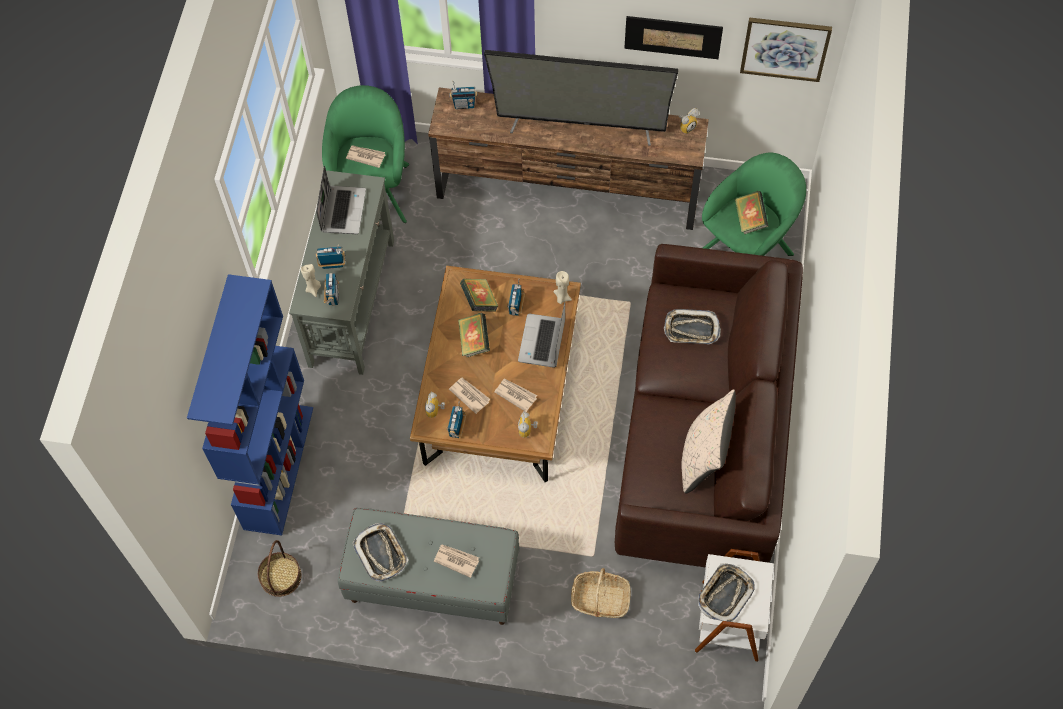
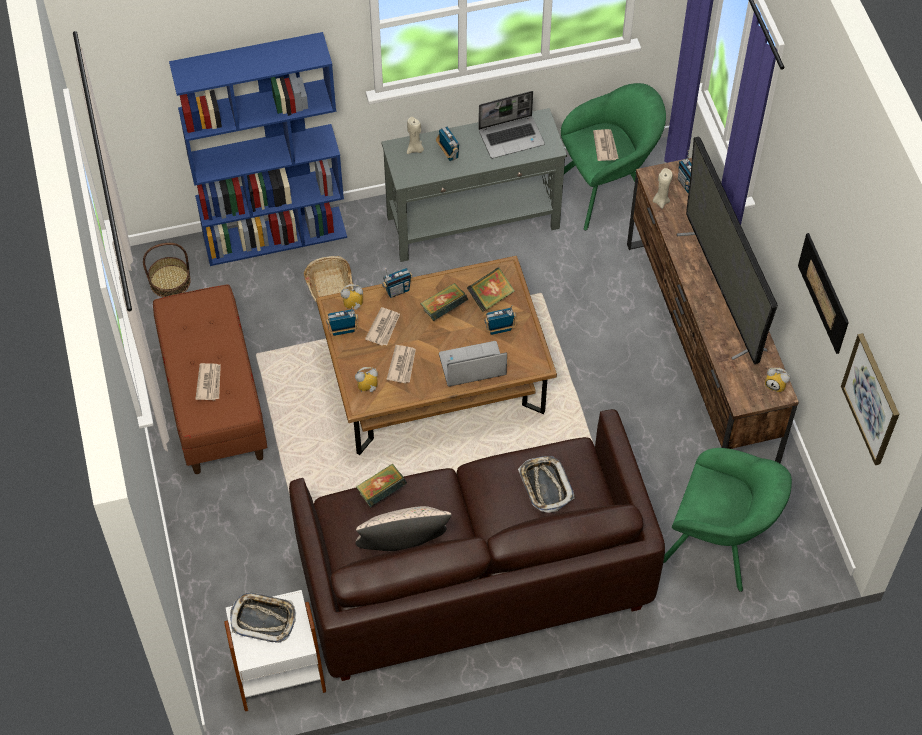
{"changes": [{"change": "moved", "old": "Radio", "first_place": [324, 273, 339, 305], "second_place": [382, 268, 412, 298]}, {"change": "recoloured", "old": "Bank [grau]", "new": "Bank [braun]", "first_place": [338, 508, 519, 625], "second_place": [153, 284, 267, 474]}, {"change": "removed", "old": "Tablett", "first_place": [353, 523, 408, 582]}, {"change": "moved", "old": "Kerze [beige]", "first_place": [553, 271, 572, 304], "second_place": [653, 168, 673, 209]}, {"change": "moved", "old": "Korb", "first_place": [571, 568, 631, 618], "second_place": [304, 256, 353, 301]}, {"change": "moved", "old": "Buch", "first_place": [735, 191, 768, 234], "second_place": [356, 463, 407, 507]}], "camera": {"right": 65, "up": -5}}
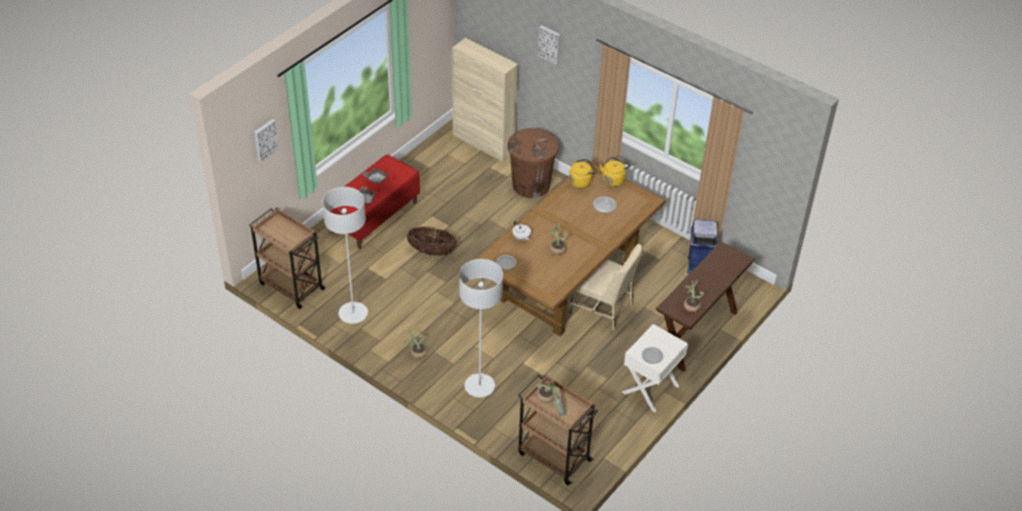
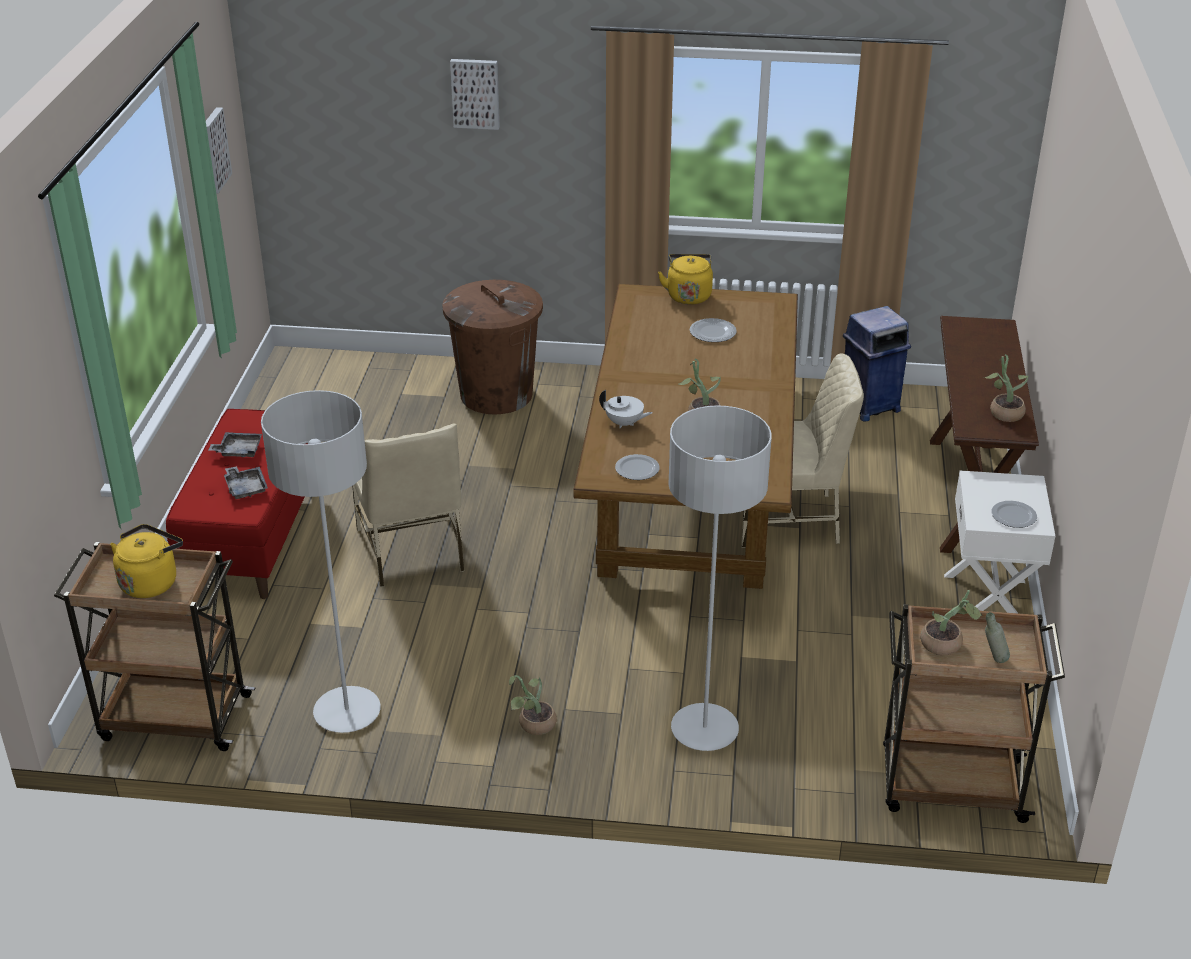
{"changes": [{"change": "moved", "old": "Bild", "first_place": [254, 119, 279, 162], "second_place": [206, 107, 232, 194]}, {"change": "replaced", "old": "Korb", "new": "Stuhl [beige]", "first_place": [407, 227, 457, 256], "second_place": [352, 424, 464, 587]}, {"change": "removed", "old": "Schrank [beige]", "first_place": [452, 38, 518, 162]}, {"change": "moved", "old": "Wasserkessel [gelb]", "first_place": [569, 159, 598, 188], "second_place": [110, 524, 183, 598]}], "camera": {"right": -30, "up": -10}}
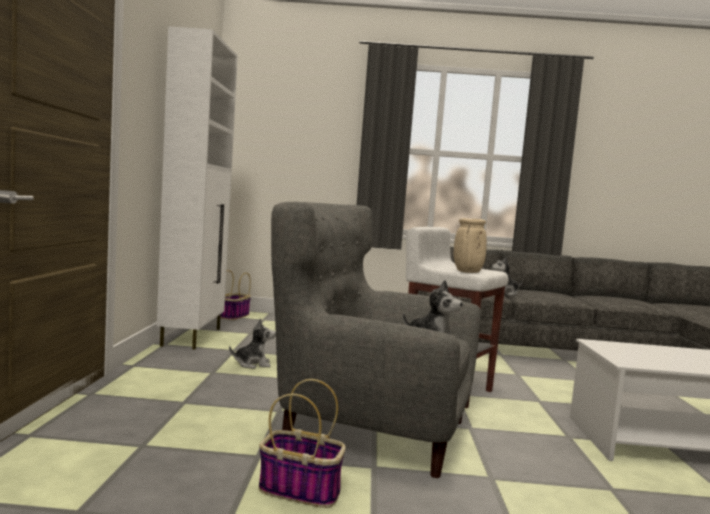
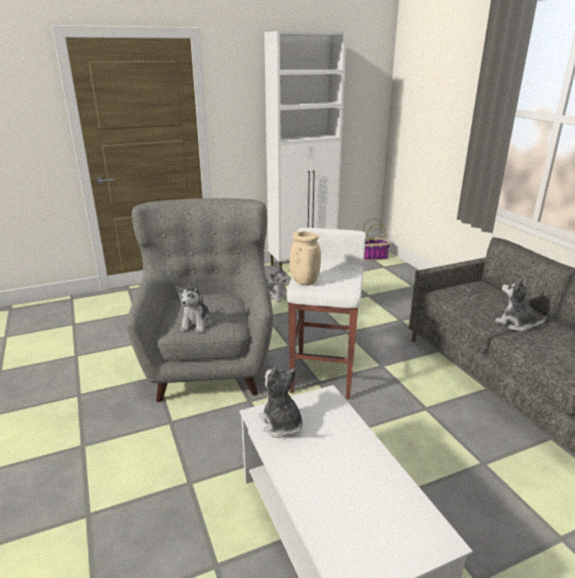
{"changes": [{"change": "removed", "old": "Korb", "first_place": [259, 379, 346, 508]}, {"change": "added", "new": "Plüschtier", "second_place": [258, 367, 303, 438]}], "camera": {"right": 65, "up": 20}}
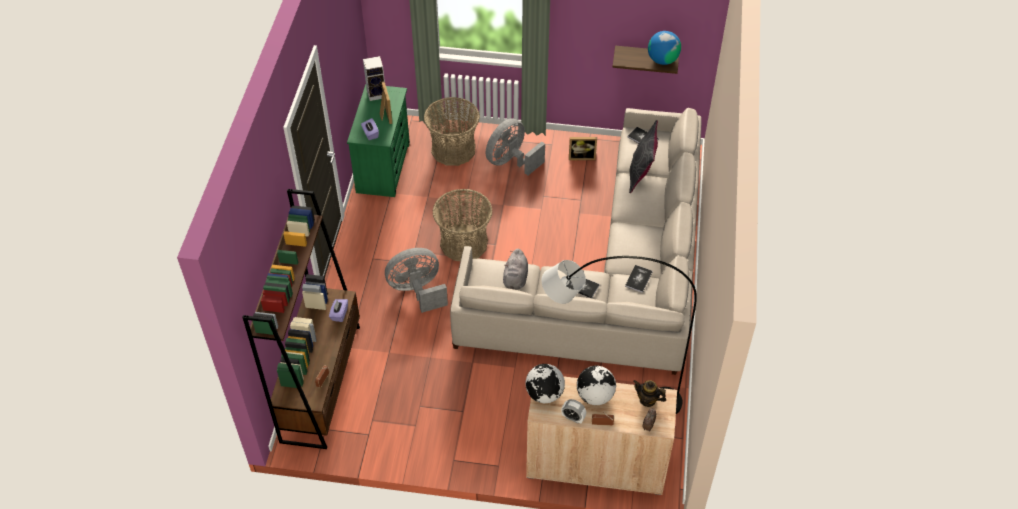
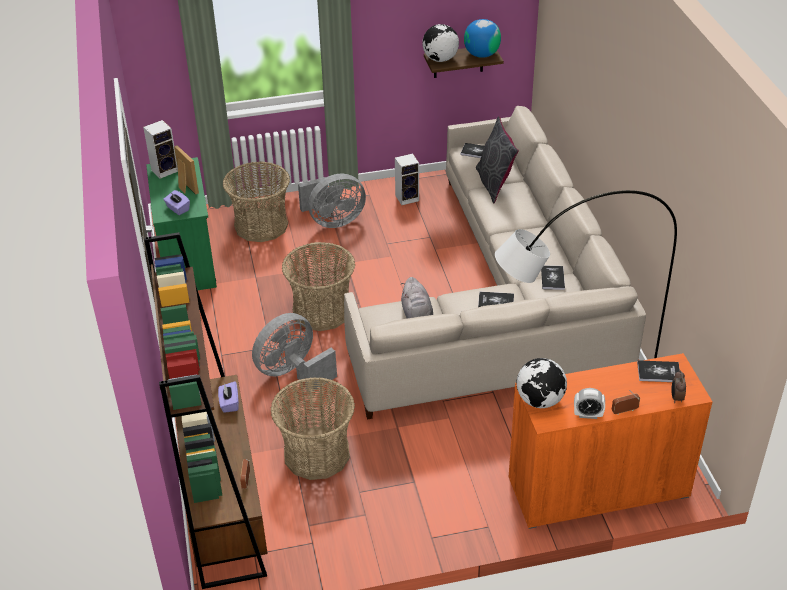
{"changes": [{"change": "turned", "old": "Ventilator [grau]", "first_place": [486, 118, 545, 175], "second_place": [298, 174, 366, 228], "degrees": -135}, {"change": "recoloured", "old": "Schrank [beige]", "new": "Schrank [orange]", "first_place": [526, 376, 677, 495], "second_place": [509, 353, 713, 529]}, {"change": "replaced", "old": "Bilderrahmen", "new": "Lautsprecher", "first_place": [569, 137, 597, 160], "second_place": [395, 154, 419, 205]}, {"change": "moved", "old": "Globus", "first_place": [577, 366, 616, 405], "second_place": [422, 24, 459, 62]}, {"change": "replaced", "old": "Teekanne", "new": "Buch", "first_place": [633, 380, 666, 407], "second_place": [637, 360, 680, 382]}, {"change": "added", "new": "Korb", "second_place": [271, 377, 355, 480]}], "camera": {"right": -20, "up": -10}}
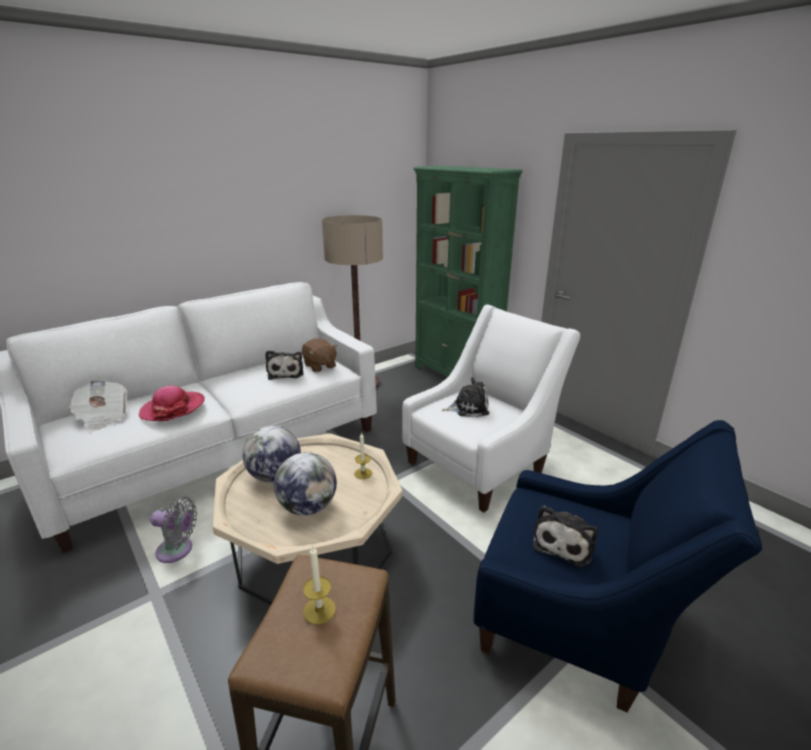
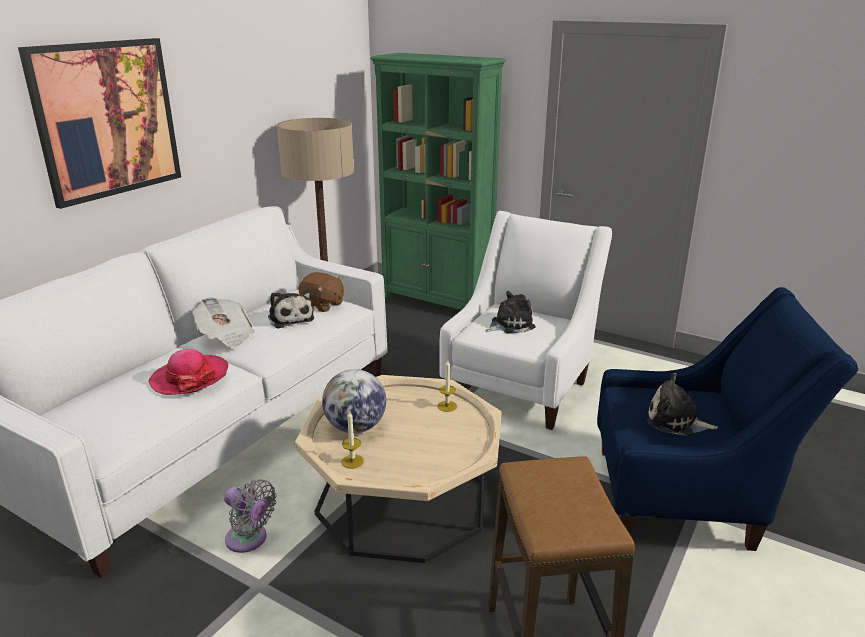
{"changes": [{"change": "moved", "old": "Zeitung", "first_place": [69, 379, 127, 432], "second_place": [192, 297, 255, 348]}, {"change": "turned", "old": "Ventilator [grau]", "first_place": [150, 497, 197, 563], "second_place": [224, 479, 277, 553], "degrees": 45}, {"change": "removed", "old": "Globus", "first_place": [274, 452, 337, 516]}, {"change": "moved", "old": "Kerze", "first_place": [303, 545, 336, 625], "second_place": [341, 410, 364, 469]}, {"change": "turned", "old": "Plüschtier", "first_place": [532, 505, 598, 567], "second_place": [647, 373, 718, 436], "degrees": 105}, {"change": "added", "new": "Bild", "second_place": [18, 38, 181, 209]}], "camera": {"right": -20, "up": 0}}
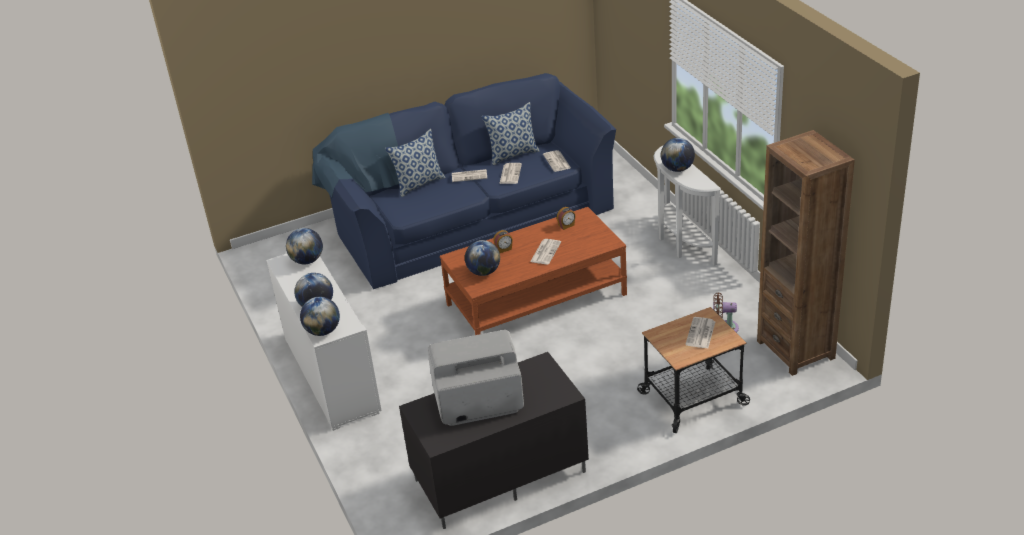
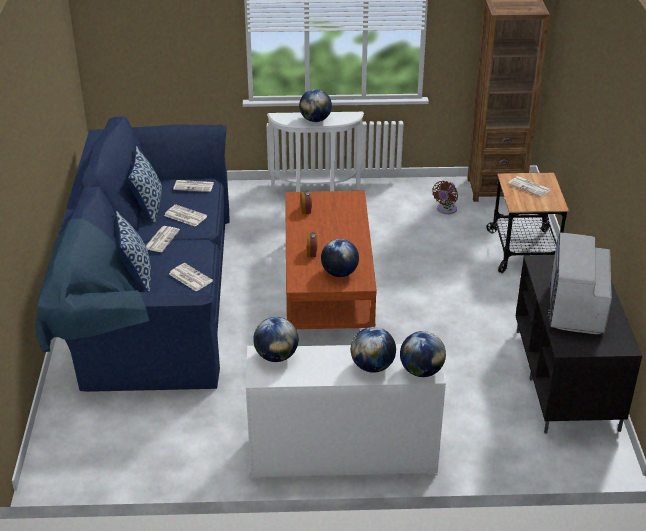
{"changes": [{"change": "moved", "old": "Zeitung", "first_place": [530, 239, 561, 264], "second_place": [169, 263, 213, 291]}], "camera": {"right": -70, "up": 0}}
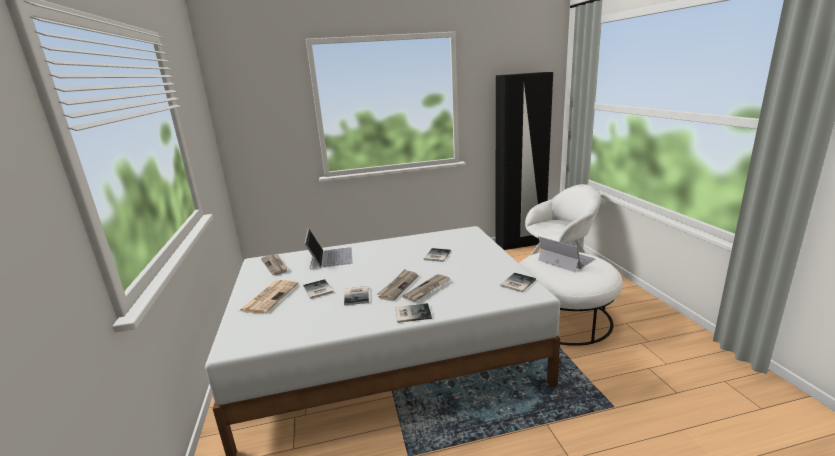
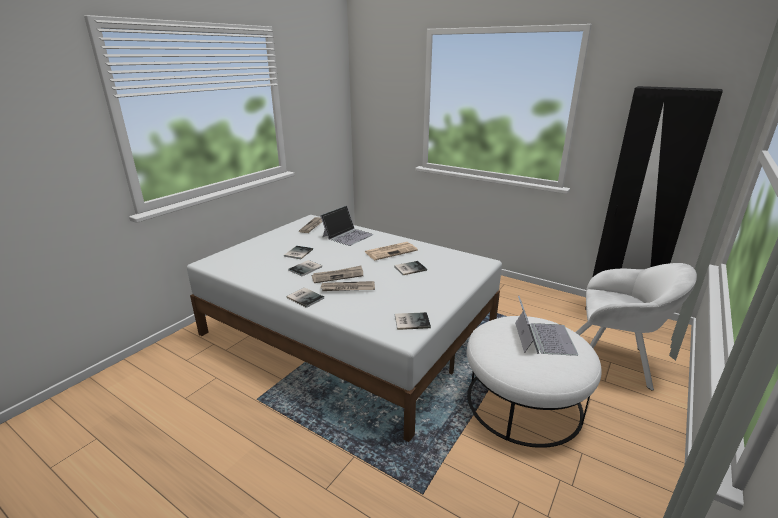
{"changes": [{"change": "moved", "old": "Zeitung", "first_place": [238, 280, 298, 314], "second_place": [365, 242, 418, 260]}], "camera": {"right": 45, "up": 5}}
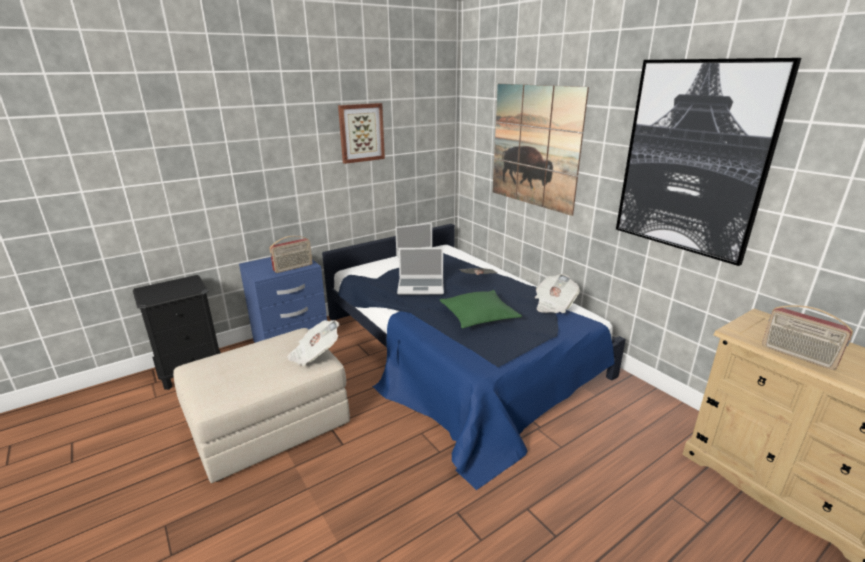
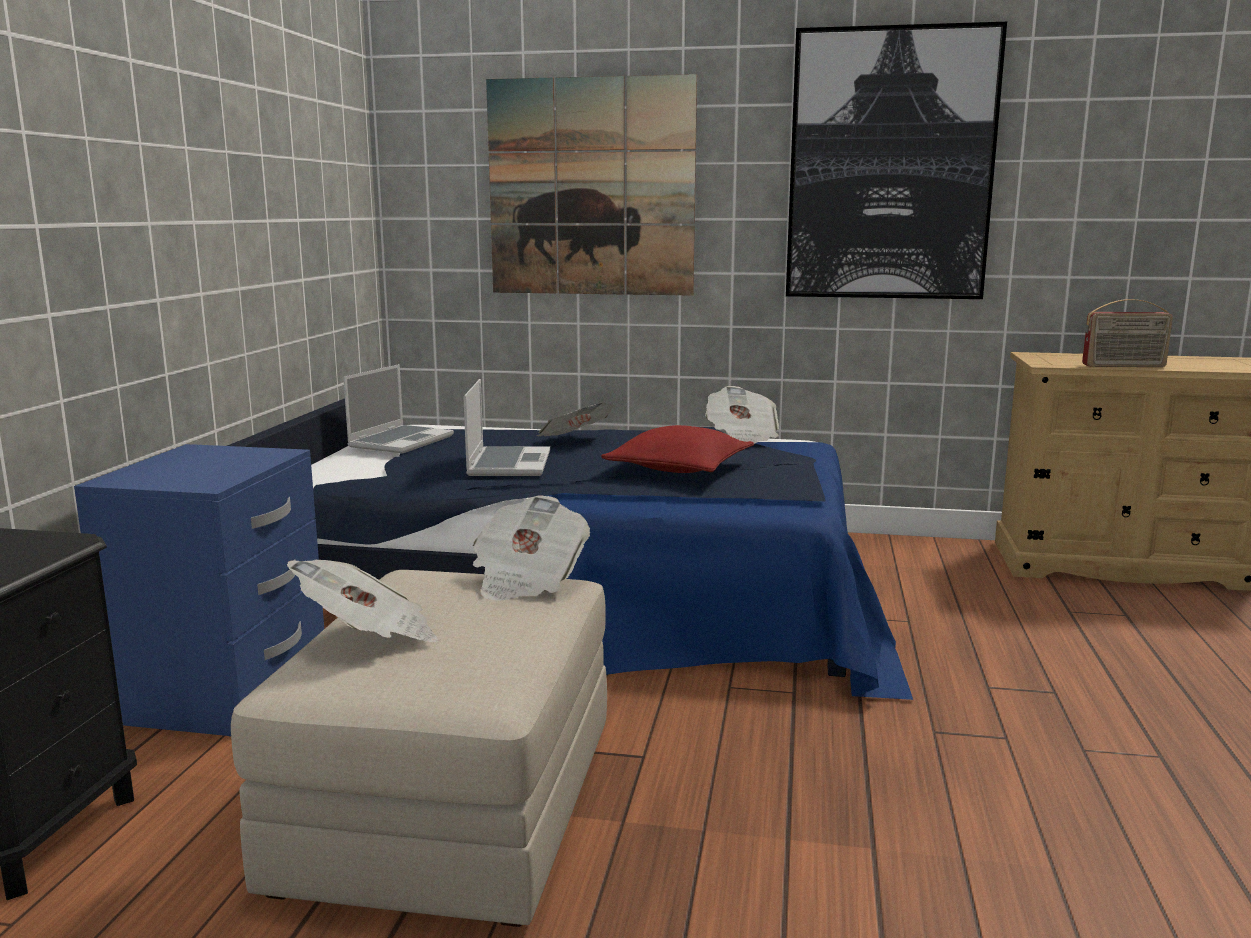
{"changes": [{"change": "removed", "old": "Radio", "first_place": [270, 236, 312, 273]}, {"change": "removed", "old": "Bild", "first_place": [338, 103, 385, 164]}, {"change": "turned", "old": "Laptop", "first_place": [397, 248, 444, 295], "second_place": [464, 379, 550, 476], "degrees": -45}, {"change": "recoloured", "old": "Kissen [grün]", "new": "Kissen [rot]", "first_place": [440, 290, 522, 329], "second_place": [601, 425, 754, 473]}, {"change": "added", "new": "Zeitung", "second_place": [287, 560, 439, 642]}], "camera": {"right": -45, "up": -10}}
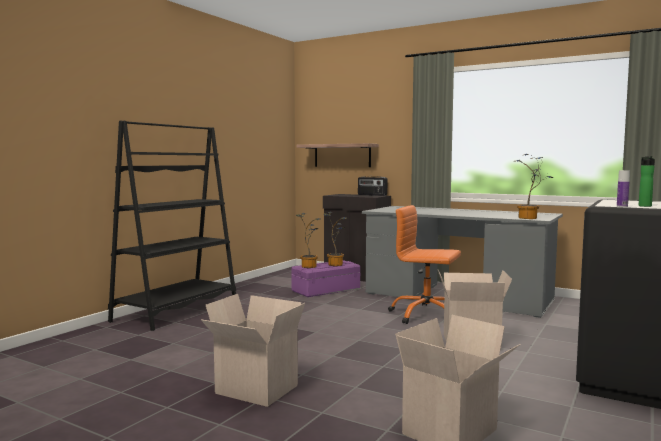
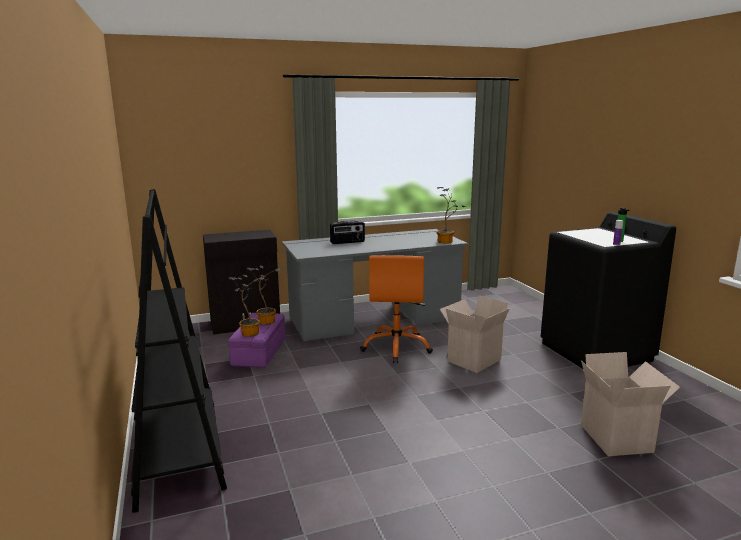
{"changes": [{"change": "removed", "old": "Karton", "first_place": [201, 294, 305, 407]}, {"change": "removed", "old": "Wandregal", "first_place": [296, 143, 379, 167]}, {"change": "moved", "old": "Radio", "first_place": [358, 176, 387, 196], "second_place": [330, 220, 365, 244]}, {"change": "turned", "old": "Bürostuhl [orange]", "first_place": [388, 205, 461, 324], "second_place": [360, 255, 433, 363], "degrees": -60}], "camera": {"right": -50, "up": 10}}
